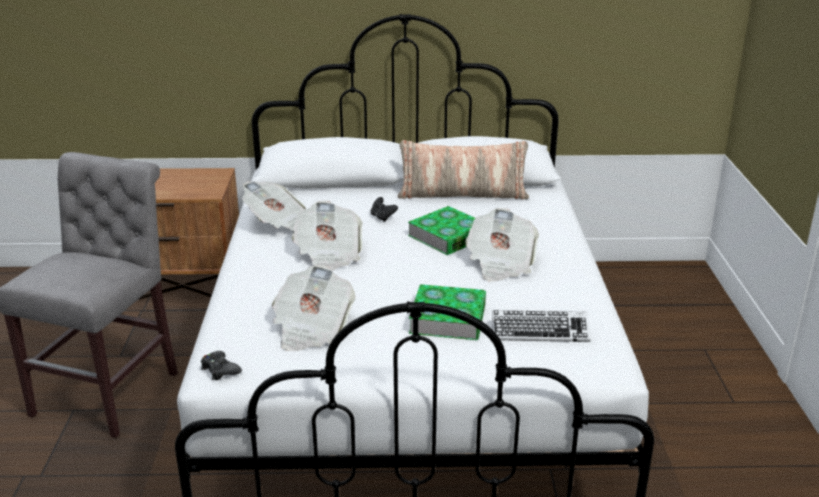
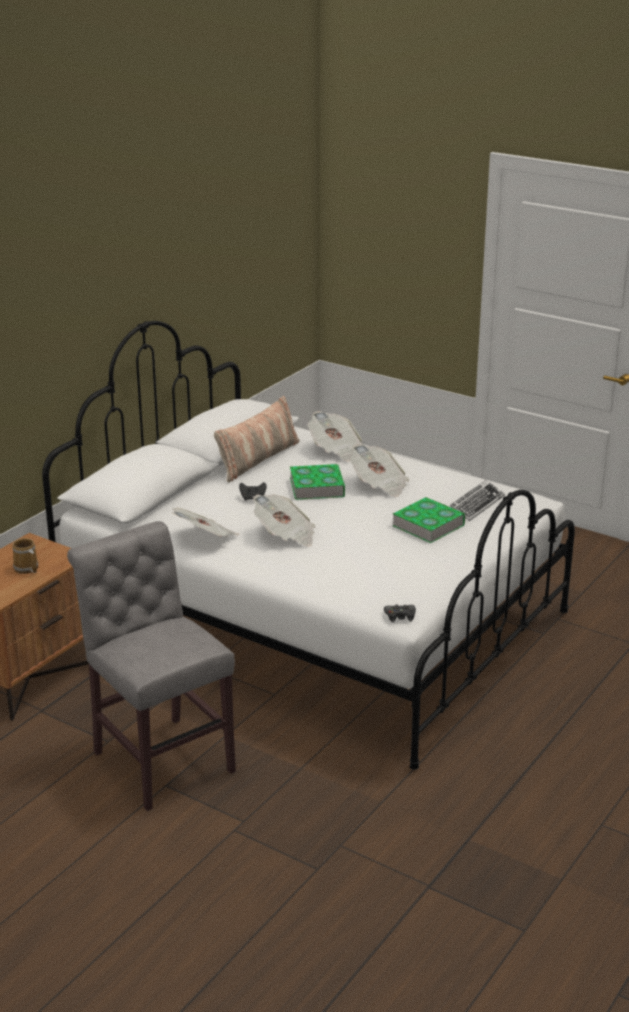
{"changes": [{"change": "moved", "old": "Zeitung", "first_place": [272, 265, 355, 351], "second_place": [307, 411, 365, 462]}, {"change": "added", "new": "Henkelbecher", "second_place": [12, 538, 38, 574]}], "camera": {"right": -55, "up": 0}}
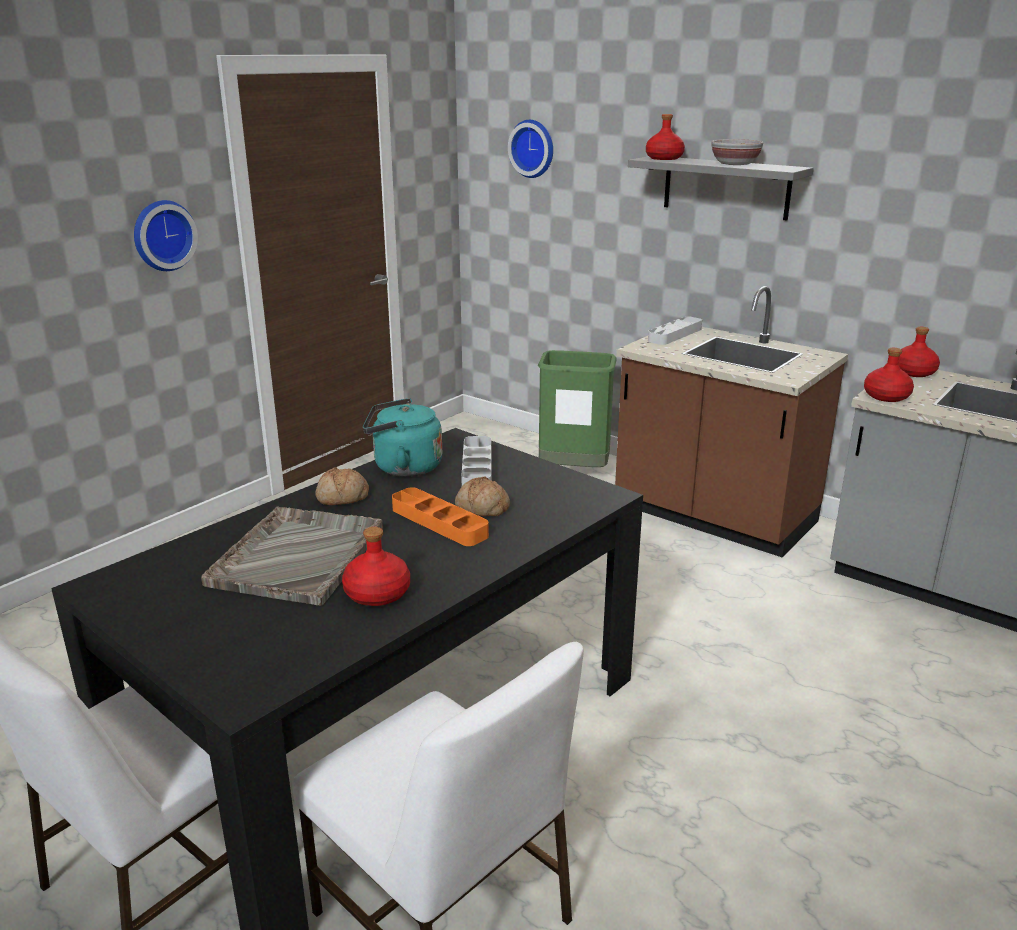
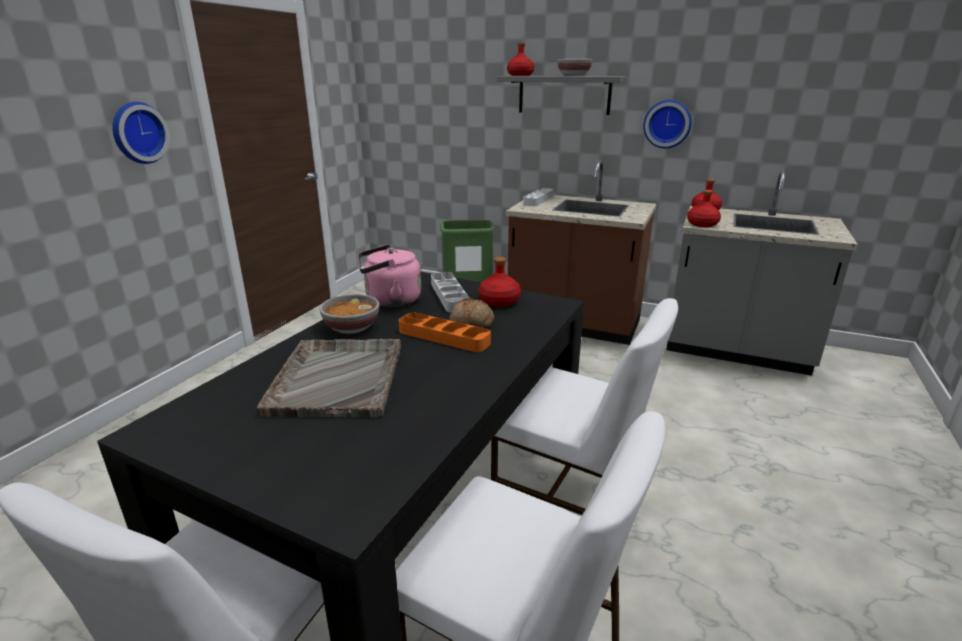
{"changes": [{"change": "replaced", "old": "Brot", "new": "Schüssel", "first_place": [315, 467, 369, 505], "second_place": [320, 294, 379, 334]}, {"change": "moved", "old": "Flasche [rot]", "first_place": [342, 527, 410, 606], "second_place": [479, 257, 521, 307]}, {"change": "recoloured", "old": "Wasserkessel [türkis]", "new": "Wasserkessel [rosa]", "first_place": [363, 398, 442, 477], "second_place": [358, 245, 421, 307]}, {"change": "moved", "old": "Wanduhr", "first_place": [508, 120, 553, 178], "second_place": [643, 100, 692, 148]}, {"change": "added", "new": "Stuhl [weiß]", "second_place": [491, 298, 678, 515]}], "camera": {"right": -15, "up": 0}}
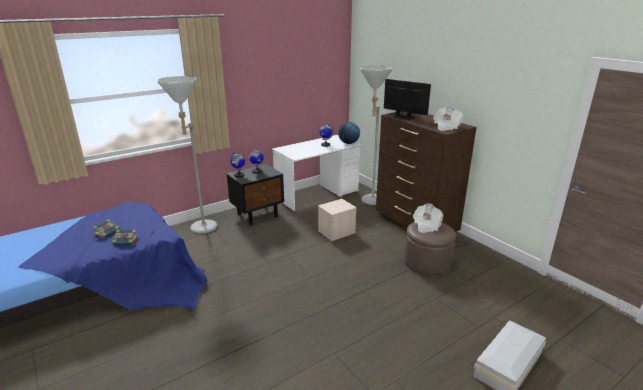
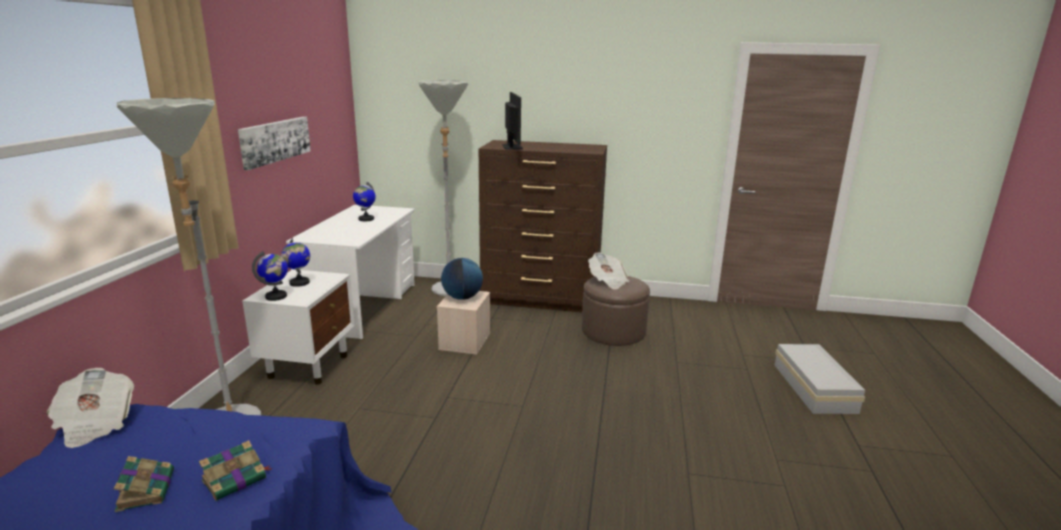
{"changes": [{"change": "recoloured", "old": "Nachttisch [schwarz]", "new": "Nachttisch [weiß]", "first_place": [226, 164, 284, 225], "second_place": [242, 269, 354, 385]}, {"change": "moved", "old": "Globus", "first_place": [338, 122, 360, 144], "second_place": [441, 258, 483, 300]}, {"change": "turned", "old": "Monitor", "first_place": [384, 79, 431, 120], "second_place": [502, 92, 523, 149], "degrees": 90}, {"change": "moved", "old": "Zeitung", "first_place": [433, 106, 464, 131], "second_place": [47, 368, 134, 448]}, {"change": "added", "new": "Bild", "second_place": [238, 117, 311, 170]}], "camera": {"right": -45, "up": -5}}
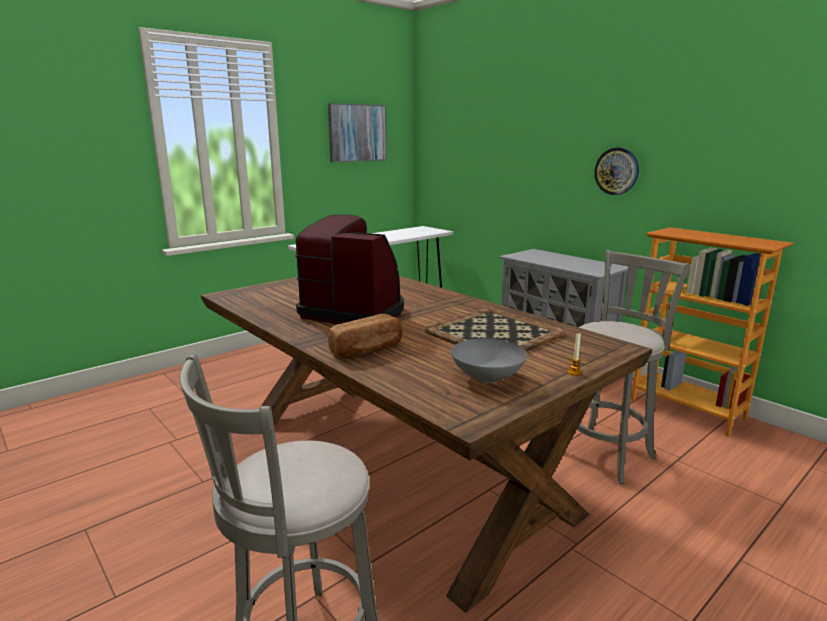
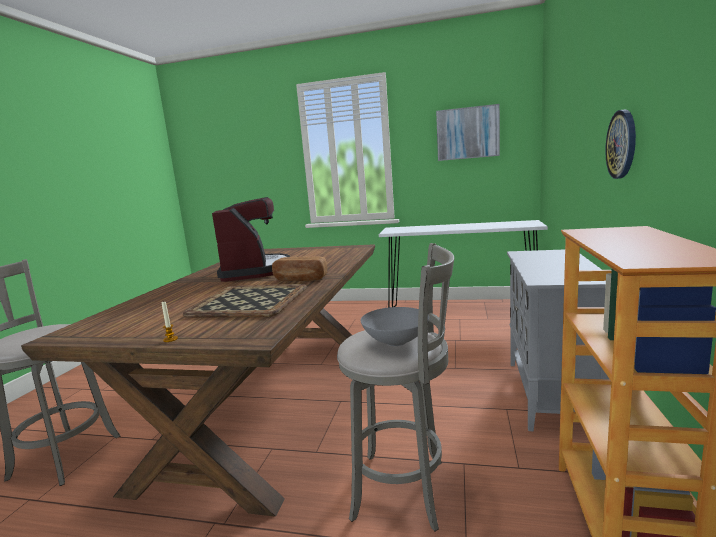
{"changes": [{"change": "moved", "old": "Brot", "first_place": [328, 314, 403, 359], "second_place": [272, 256, 327, 281]}, {"change": "moved", "old": "Schüssel [grau]", "first_place": [451, 339, 527, 383], "second_place": [361, 307, 429, 346]}], "camera": {"right": 55, "up": -5}}
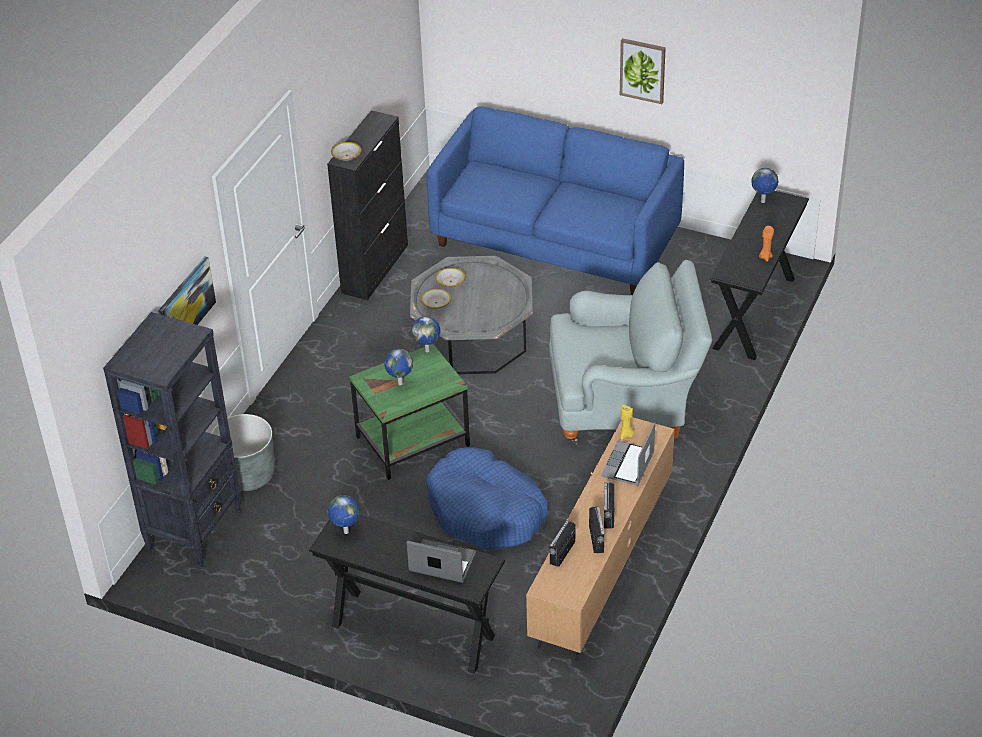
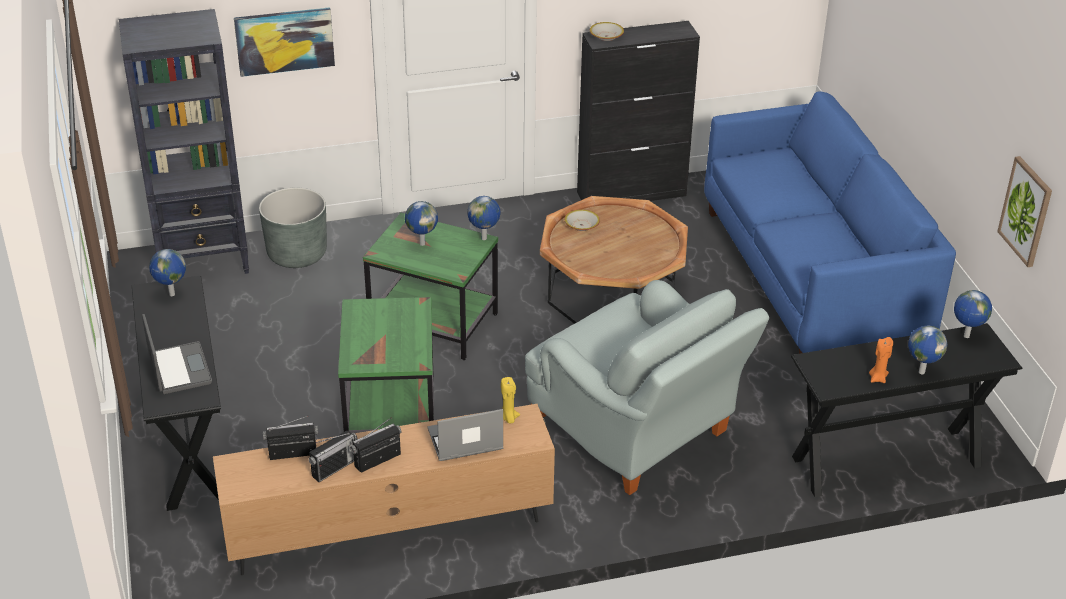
{"changes": [{"change": "recoloured", "old": "Couchtisch [grau]", "new": "Couchtisch [braun]", "first_place": [410, 256, 533, 374], "second_place": [540, 196, 688, 324]}, {"change": "replaced", "old": "Hundebett [blau]", "new": "Beistelltisch [grün]", "first_place": [427, 447, 549, 549], "second_place": [338, 297, 434, 433]}, {"change": "removed", "old": "Schüssel", "first_place": [436, 267, 465, 287]}, {"change": "moved", "old": "Bild", "first_place": [620, 38, 666, 104], "second_place": [997, 156, 1052, 267]}, {"change": "added", "new": "Globus", "second_place": [908, 325, 947, 374]}], "camera": {"right": 50, "up": -5}}
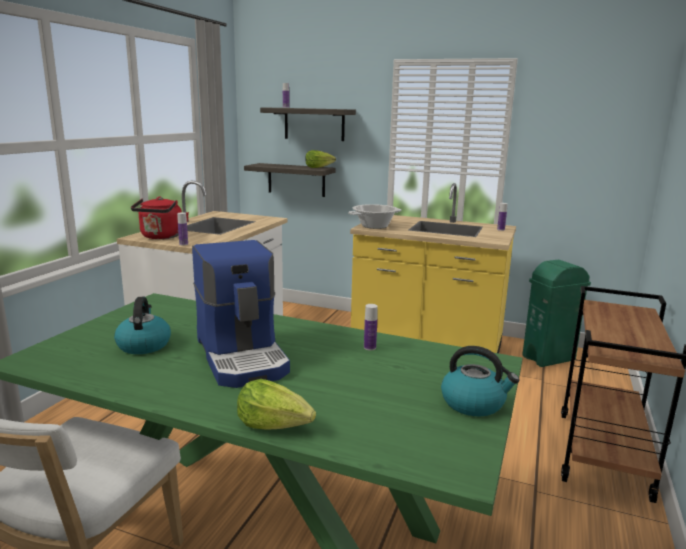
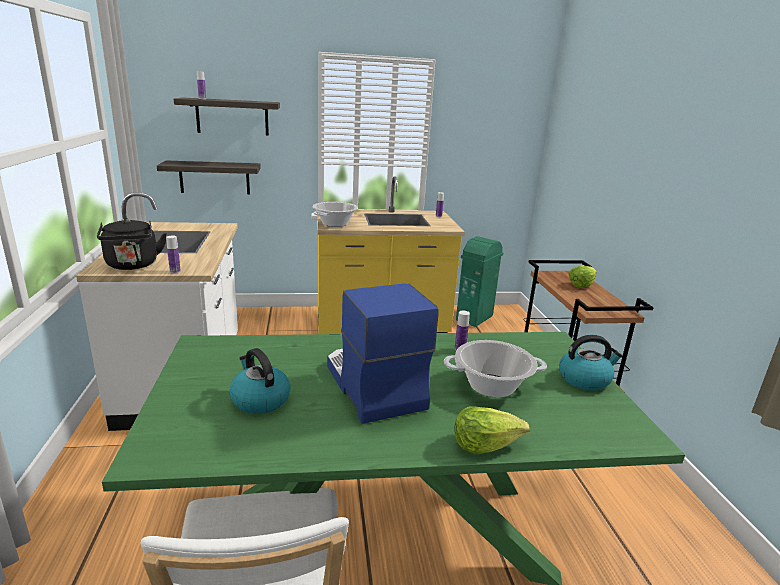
{"changes": [{"change": "recoloured", "old": "Wasserkessel [rot]", "new": "Wasserkessel [schwarz]", "first_place": [131, 197, 189, 239], "second_place": [97, 218, 167, 270]}, {"change": "turned", "old": "Kaffeemaschine", "first_place": [192, 240, 290, 388], "second_place": [327, 283, 439, 424], "degrees": -150}, {"change": "moved", "old": "Salatkopf", "first_place": [305, 150, 336, 168], "second_place": [569, 266, 597, 288]}, {"change": "added", "new": "Kochtopf", "second_place": [444, 340, 547, 398]}], "camera": {"right": -30, "up": 5}}
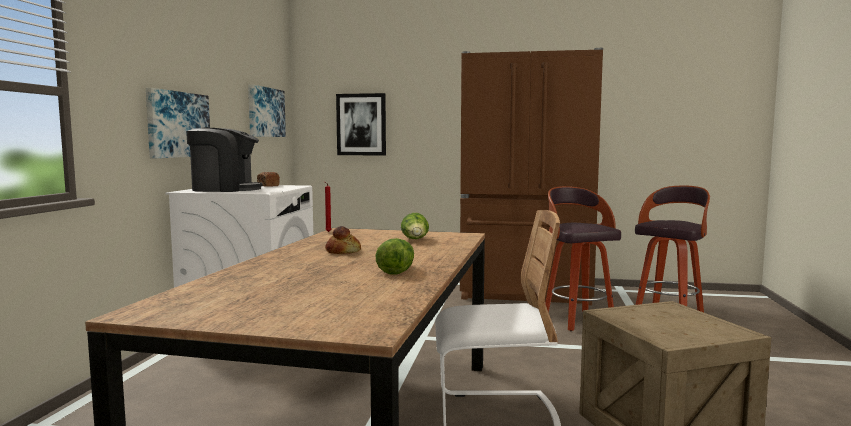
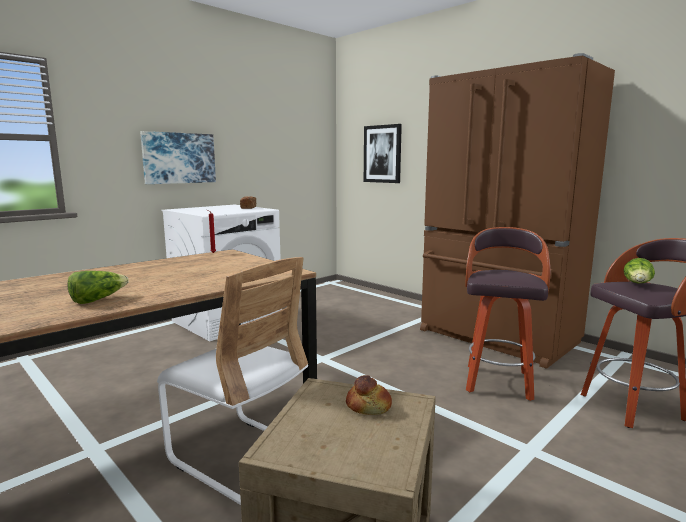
{"changes": [{"change": "removed", "old": "Kaffeemaschine", "first_place": [186, 128, 263, 192]}, {"change": "removed", "old": "Bild", "first_place": [248, 84, 286, 137]}, {"change": "moved", "old": "Brot", "first_place": [325, 226, 361, 254], "second_place": [346, 375, 392, 415]}, {"change": "moved", "old": "Salatkopf", "first_place": [401, 213, 429, 239], "second_place": [623, 258, 655, 283]}], "camera": {"right": 35, "up": 5}}
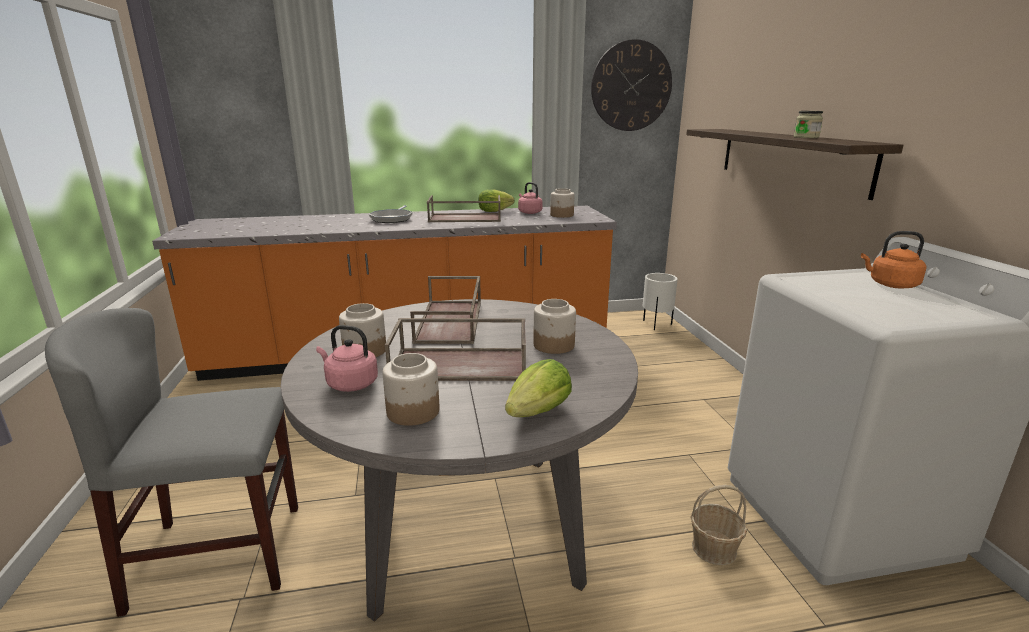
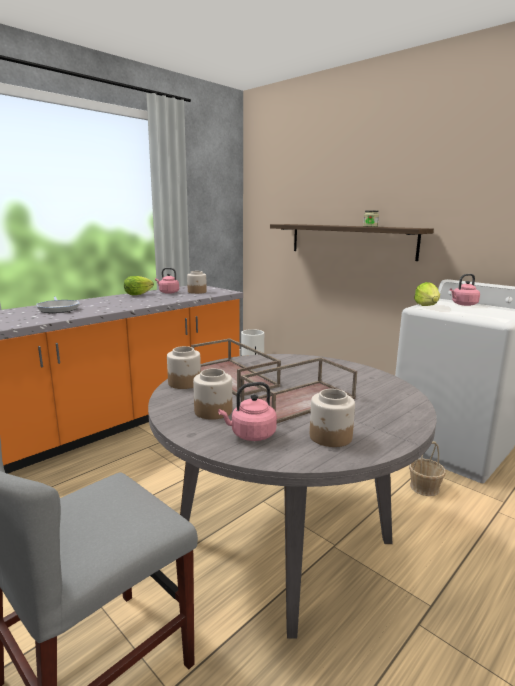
{"changes": [{"change": "removed", "old": "Tablett [braun]", "first_place": [427, 195, 501, 222]}, {"change": "moved", "old": "Salatkopf", "first_place": [505, 359, 572, 417], "second_place": [414, 282, 440, 306]}, {"change": "moved", "old": "Vorratsglas", "first_place": [533, 299, 576, 354], "second_place": [167, 346, 201, 389]}, {"change": "removed", "old": "Wanduhr", "first_place": [591, 39, 672, 131]}, {"change": "recoloured", "old": "Wasserkessel [orange]", "new": "Wasserkessel [rosa]", "first_place": [861, 231, 926, 288], "second_place": [450, 274, 480, 306]}], "camera": {"right": -35, "up": -5}}
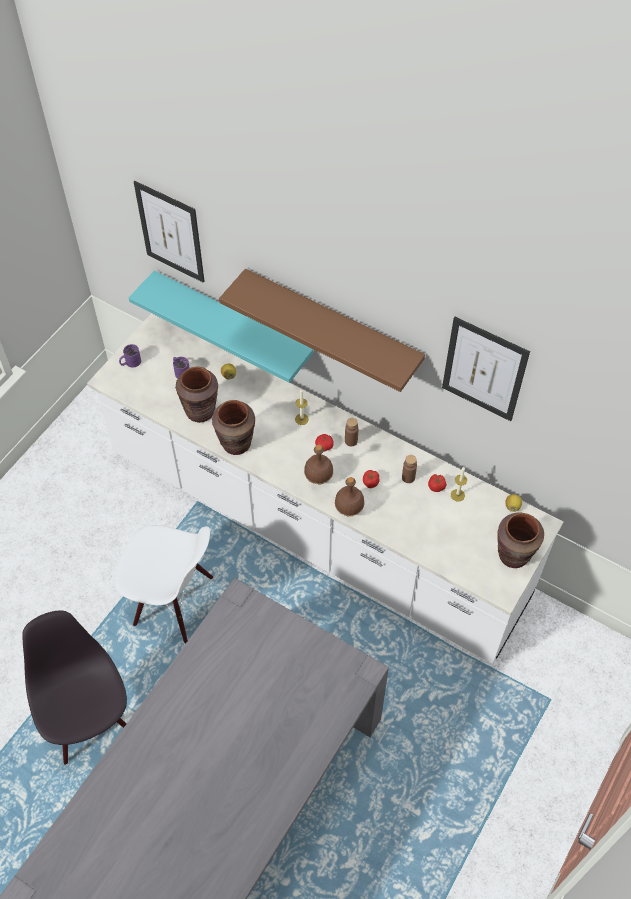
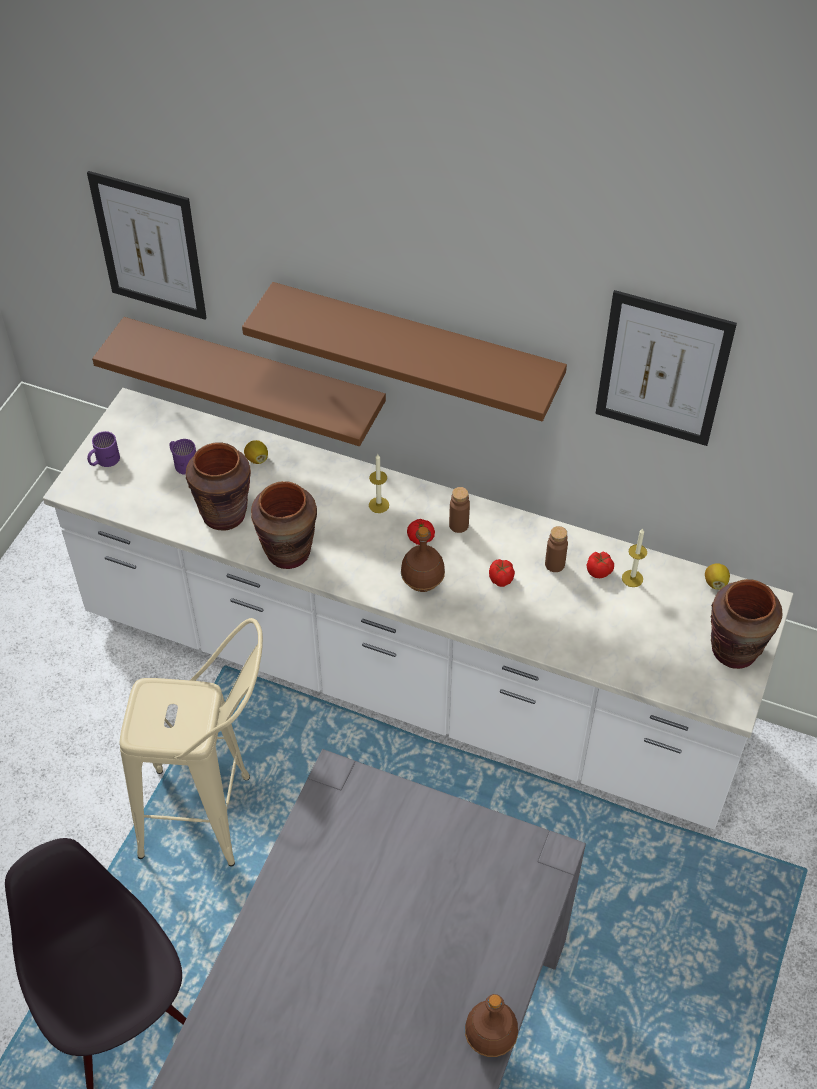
{"changes": [{"change": "replaced", "old": "Stuhl [weiß]", "new": "Hocker [beige]", "first_place": [115, 525, 213, 643], "second_place": [120, 618, 263, 867]}, {"change": "recoloured", "old": "Wandregal [türkis]", "new": "Wandregal [braun]", "first_place": [129, 270, 313, 383], "second_place": [92, 317, 386, 446]}, {"change": "moved", "old": "Flasche [braun]", "first_place": [335, 477, 365, 517], "second_place": [465, 994, 518, 1057]}], "camera": {"right": -10, "up": -5}}
